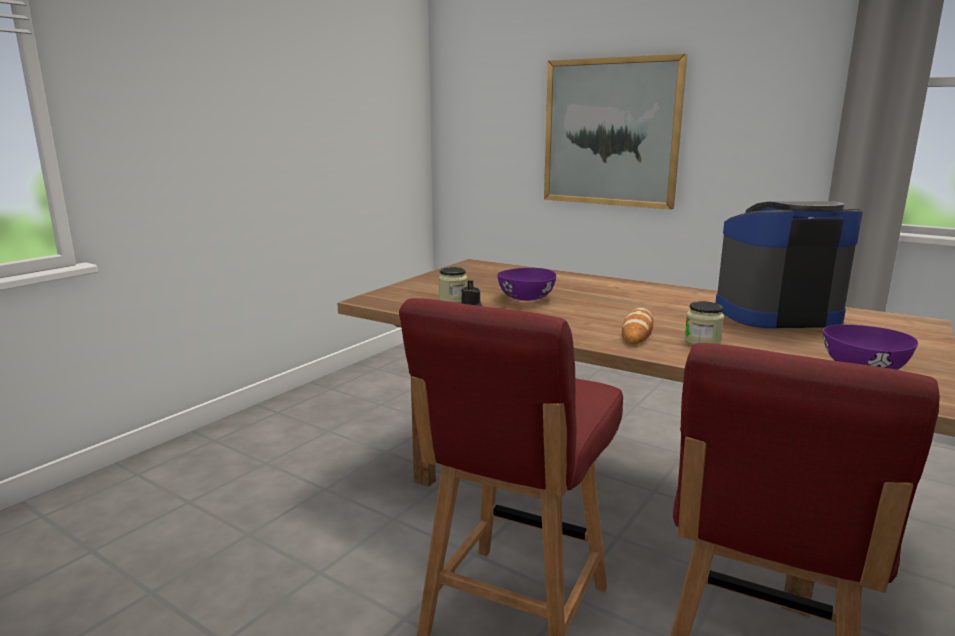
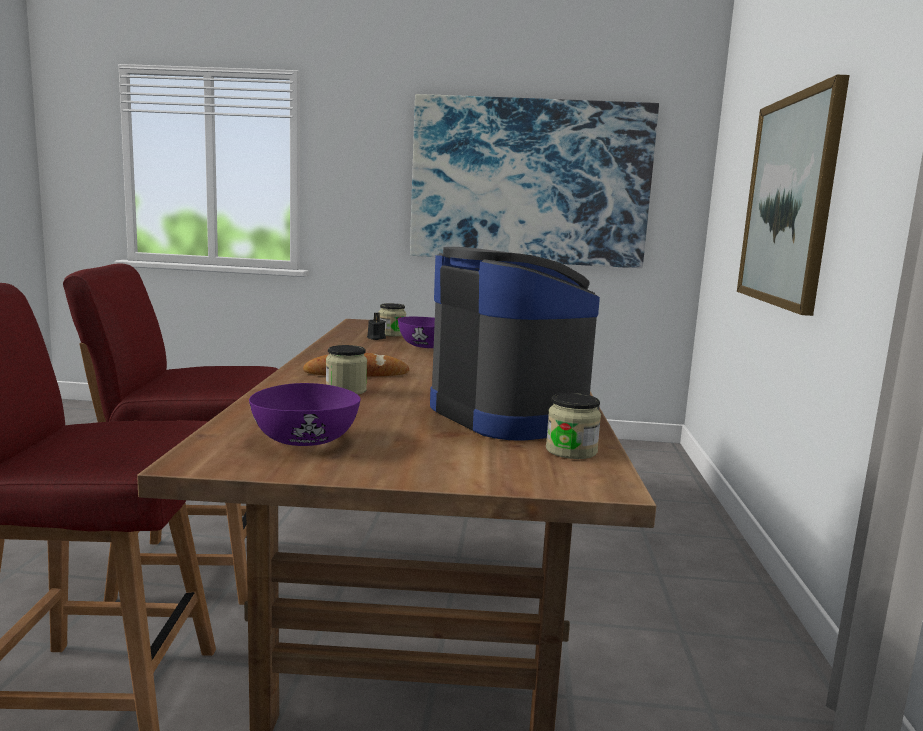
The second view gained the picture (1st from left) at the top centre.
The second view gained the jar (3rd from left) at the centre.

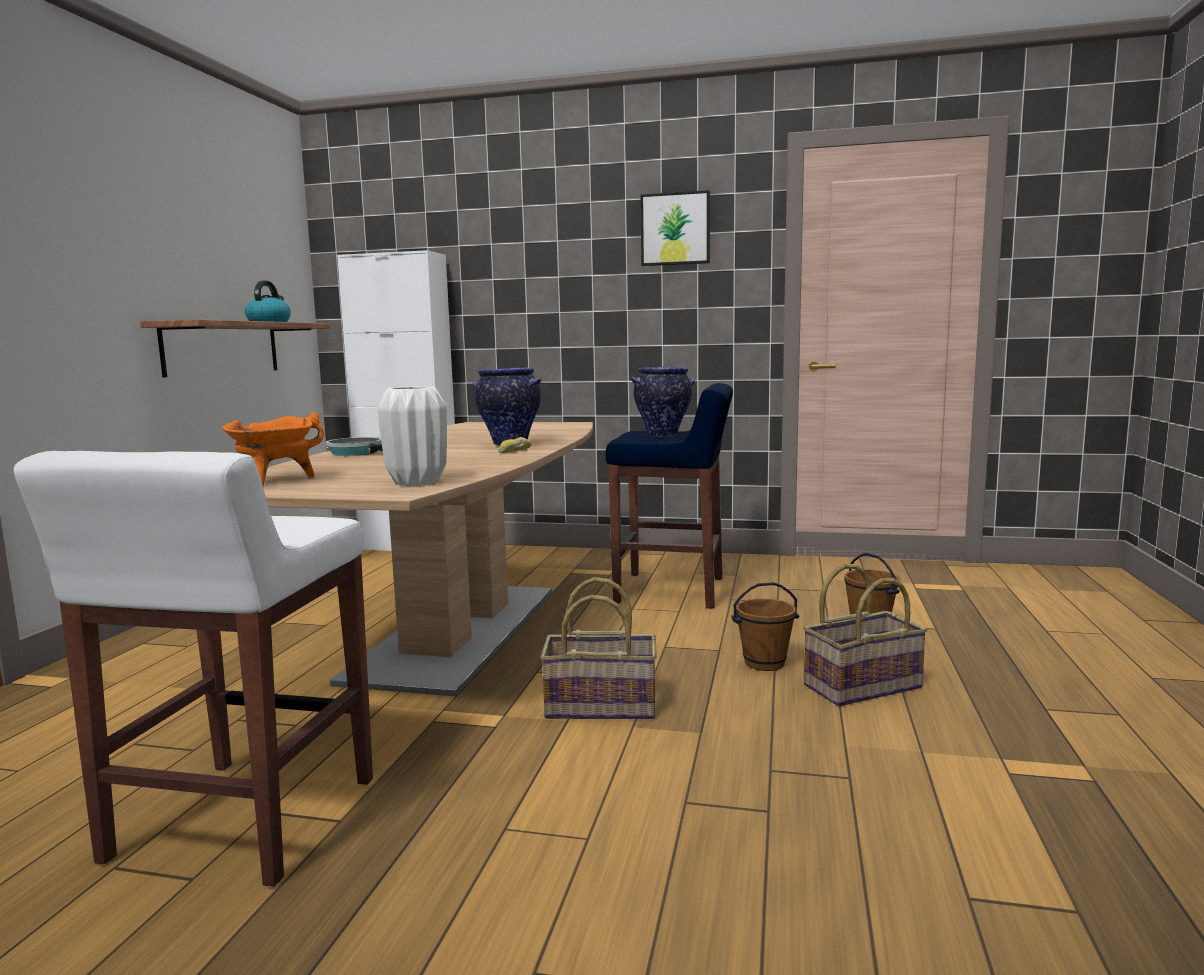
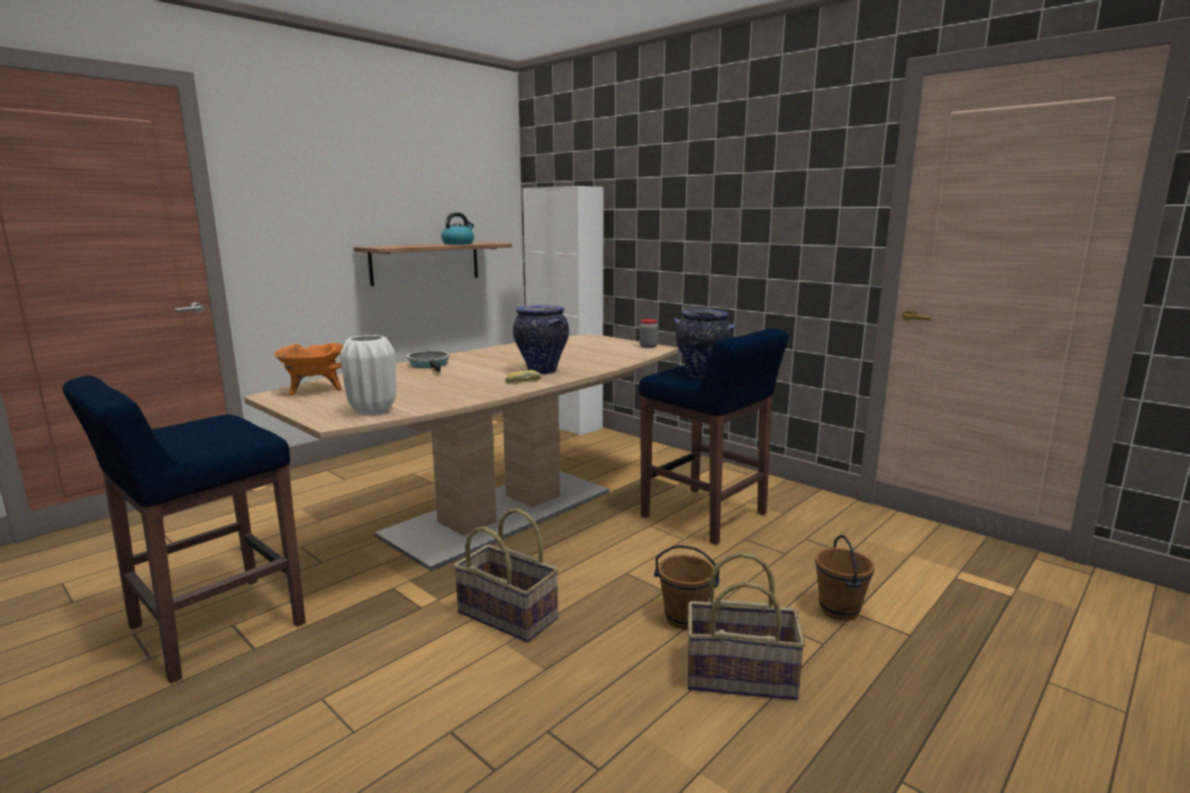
The second view lost the picture at the top centre.
What was the stool (white) at the bottom left turned into the stool (blue) (1st from left) at the bottom left.
The second view gained the jar at the centre.

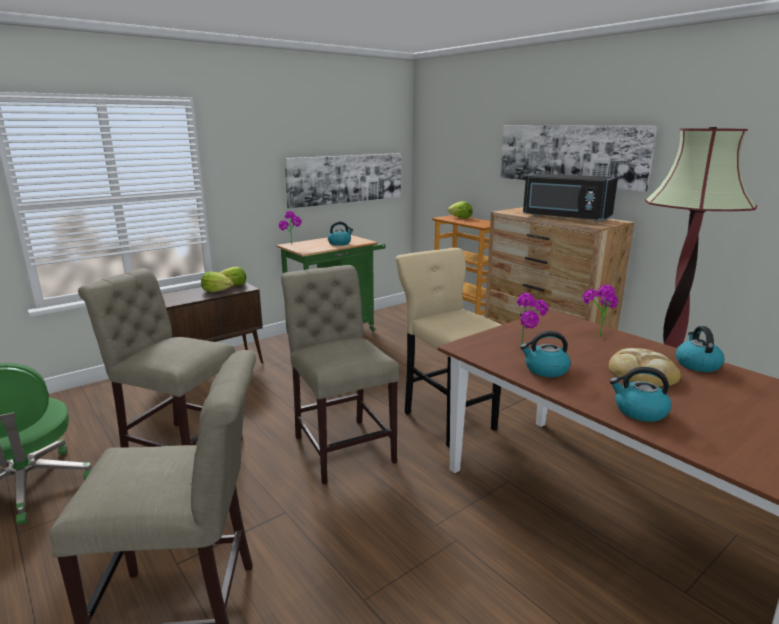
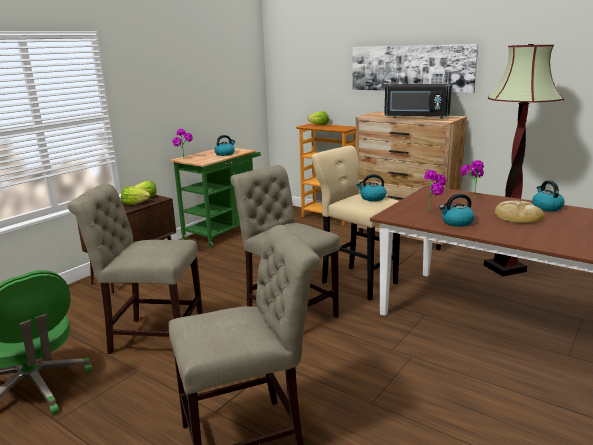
The second view lost the picture (1st from left) at the top centre.
The kettle (3rd from left in the first image) ended up elsewhere, having gone from the middle right to the centre.

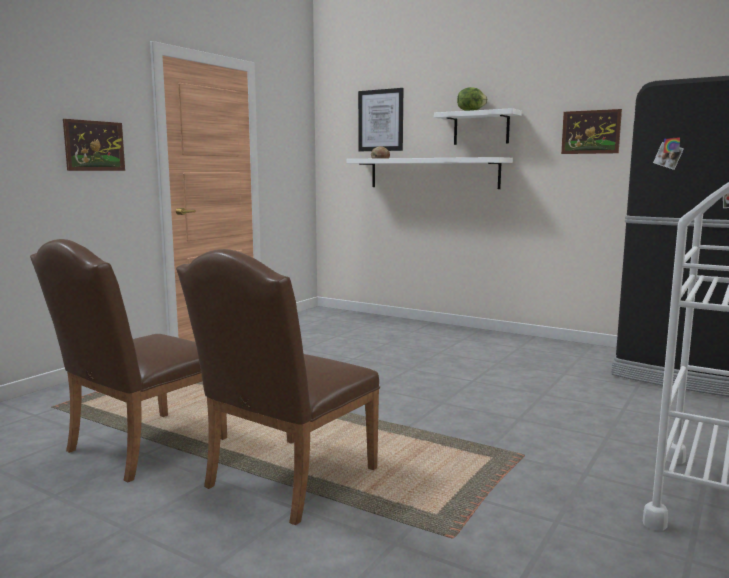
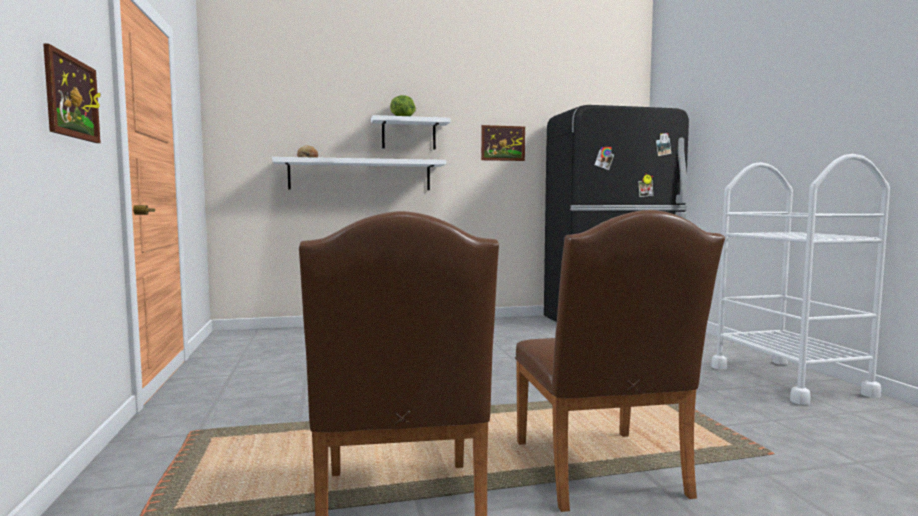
The second view lost the picture (2nd from left) at the top centre.

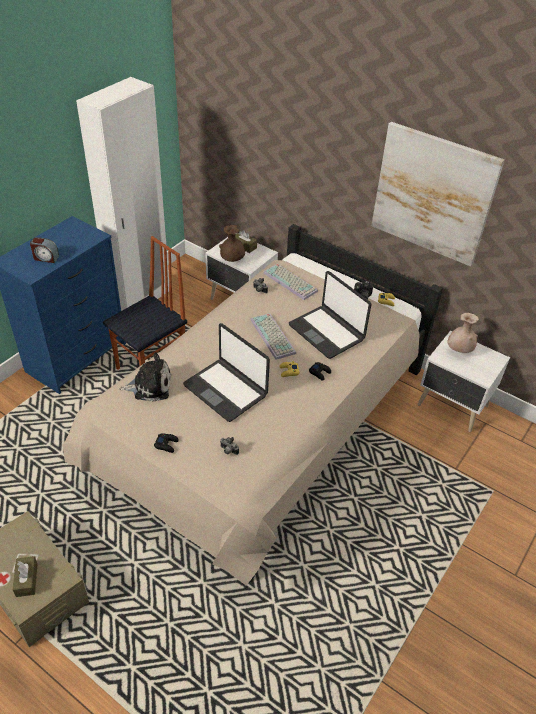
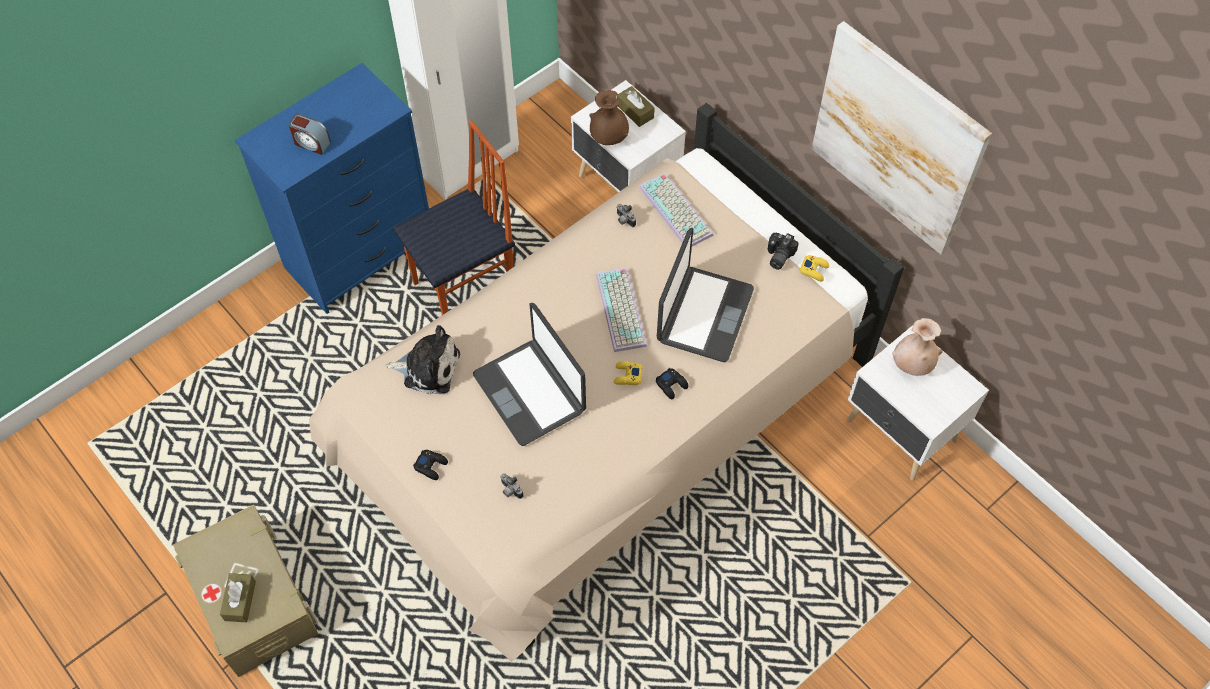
The laptop (2nd from left) at the centre ended up facing another way, 135 degrees counterclockwise from before.

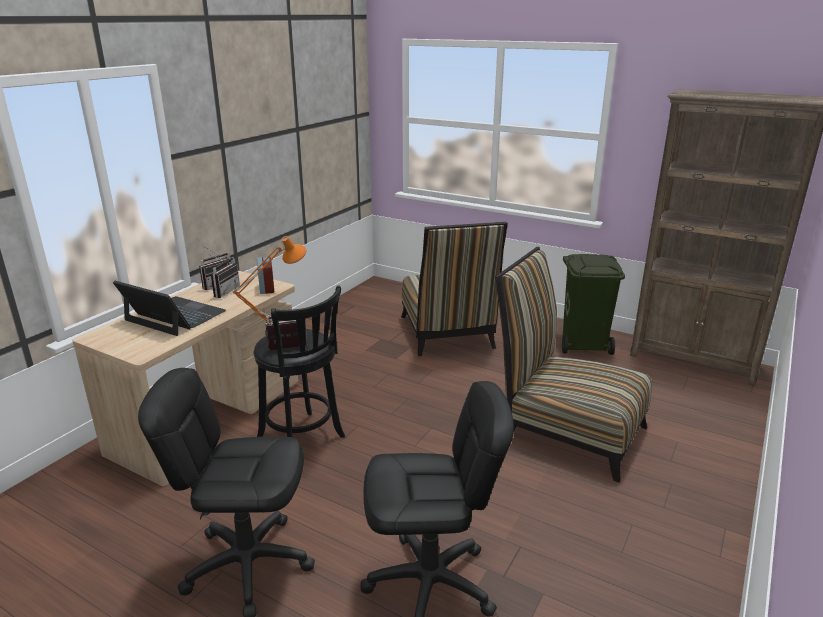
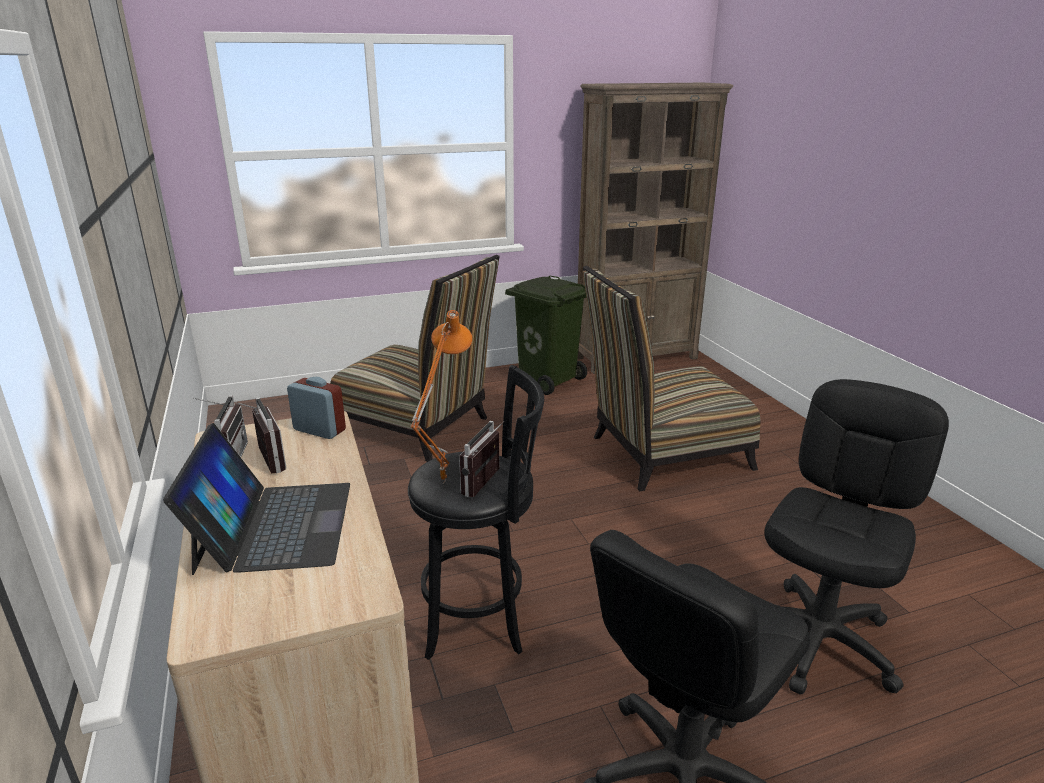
The laptop at the middle left ended up facing another way, 105 degrees clockwise from before.

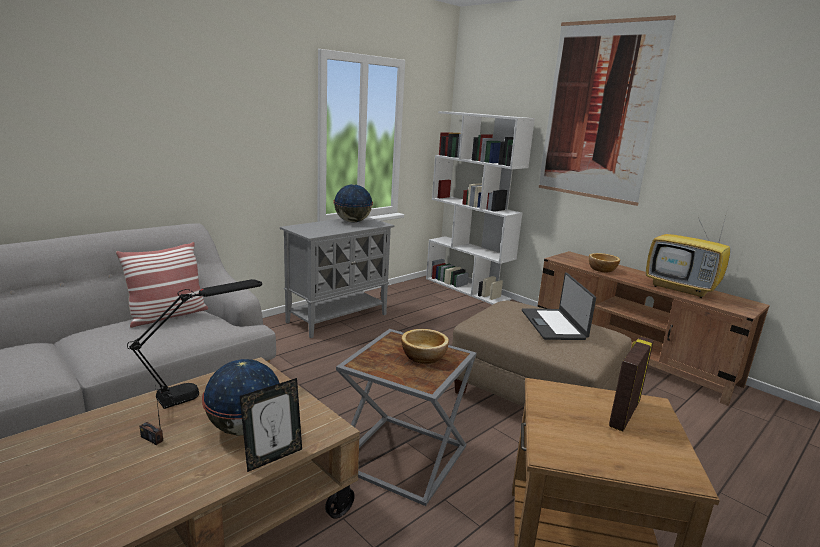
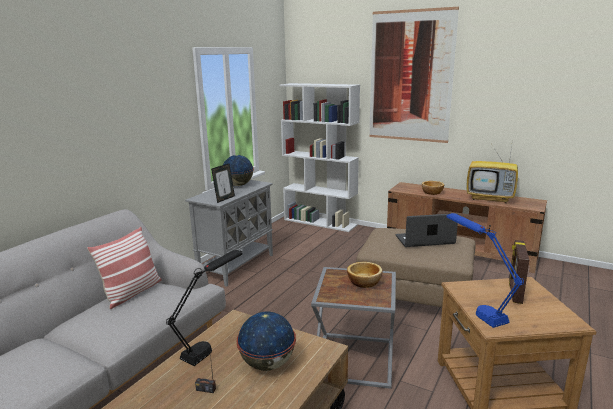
The laptop at the middle right ended up facing another way, 105 degrees clockwise from before.
The picture frame (1st from left) ended up elsewhere, having gone from the bottom left to the centre.
The second view gained the table lamp (blue) at the middle right.

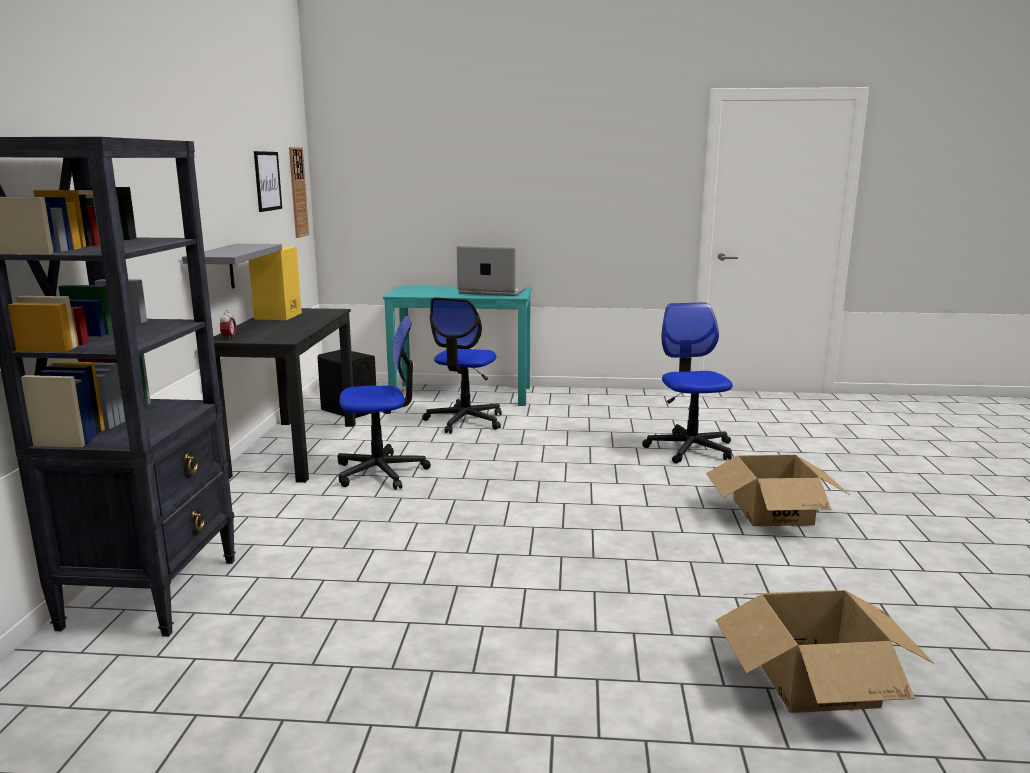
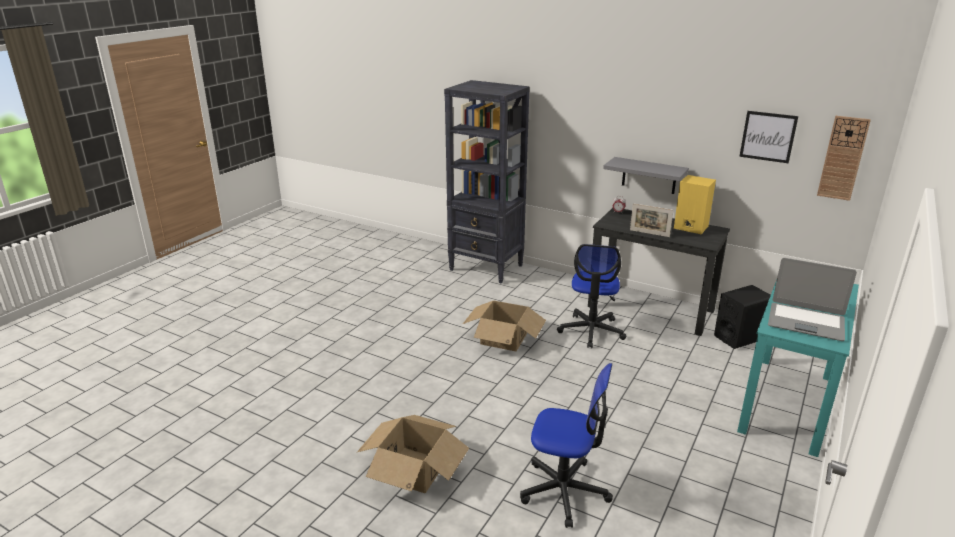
The laptop at the centre ended up facing another way, 75 degrees clockwise from before.
The second view lost the office chair (2nd from left) at the centre.
The cardboard box (2nd from left) ended up elsewhere, having gone from the bottom right to the centre.
The second view gained the picture frame at the middle right.

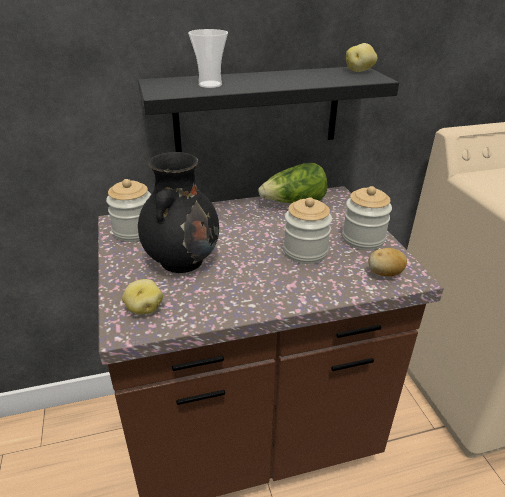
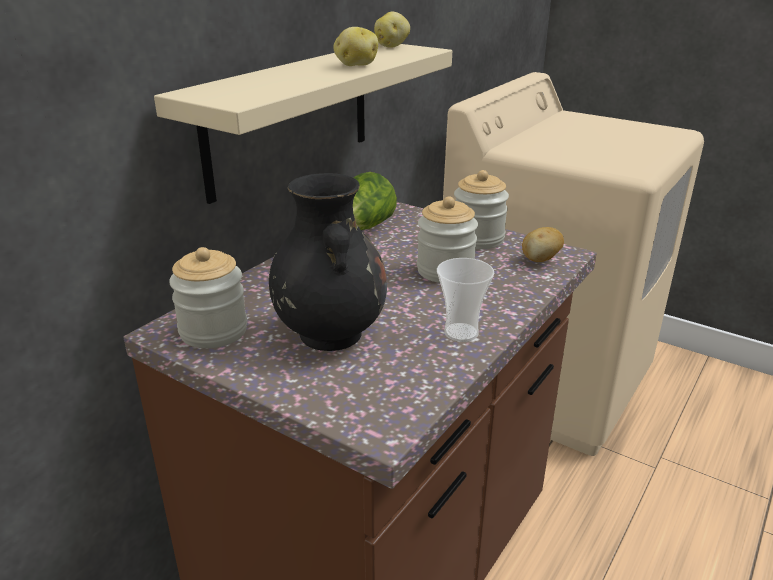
The cup ended up elsewhere, having gone from the top centre to the centre.
What was the shelf (black) at the top centre turned into the shelf (beige) at the top centre.
The potato (1st from left) ended up elsewhere, having gone from the middle left to the top centre.

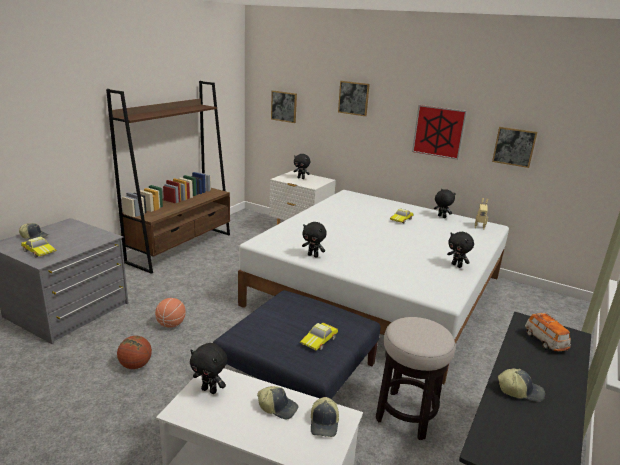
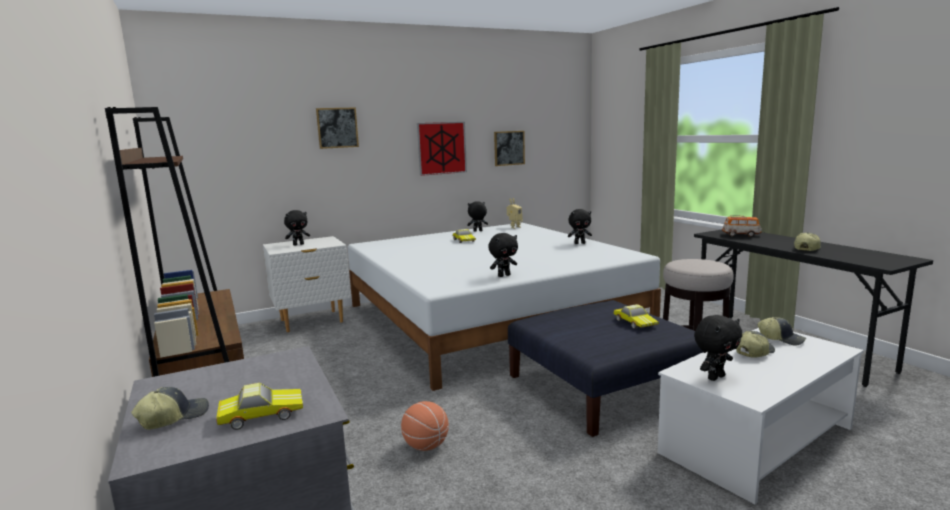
The second view lost the picture (1st from left) at the top centre.
The second view lost the basketball (1st from left) at the bottom left.

